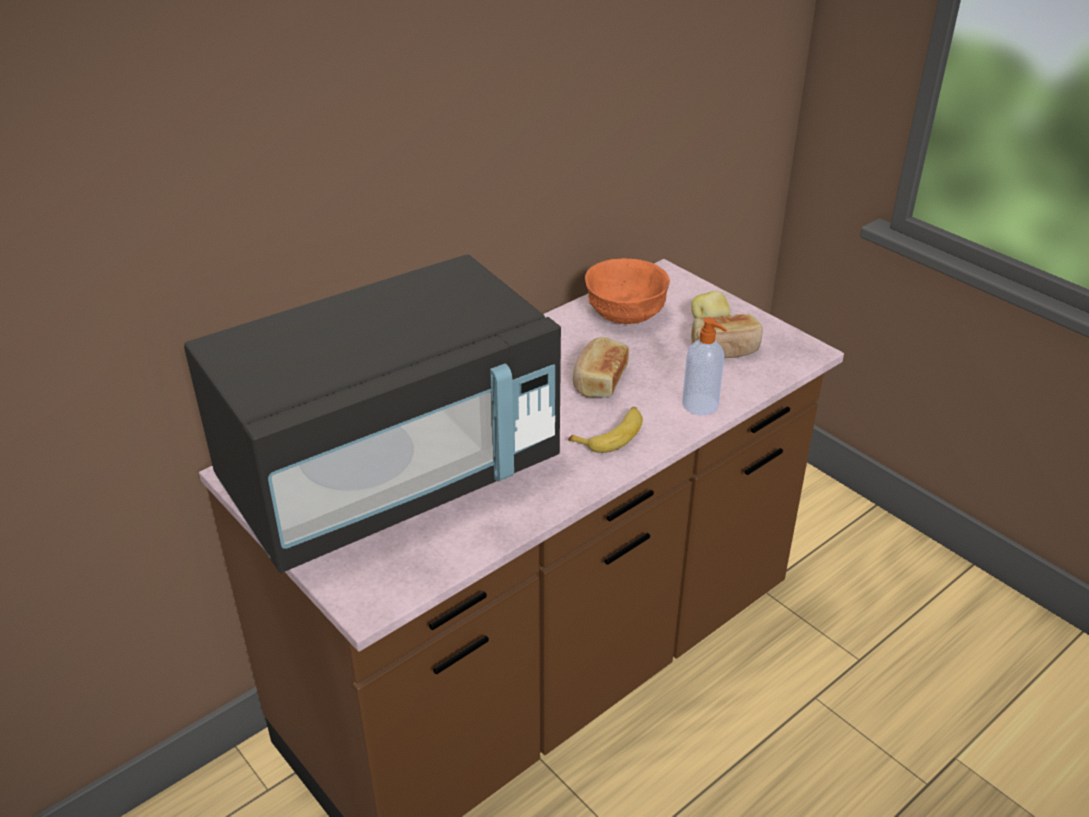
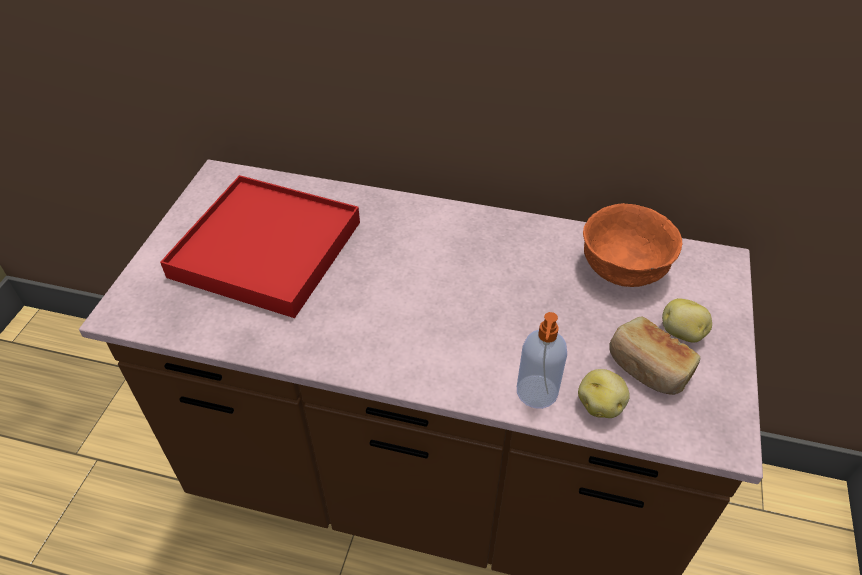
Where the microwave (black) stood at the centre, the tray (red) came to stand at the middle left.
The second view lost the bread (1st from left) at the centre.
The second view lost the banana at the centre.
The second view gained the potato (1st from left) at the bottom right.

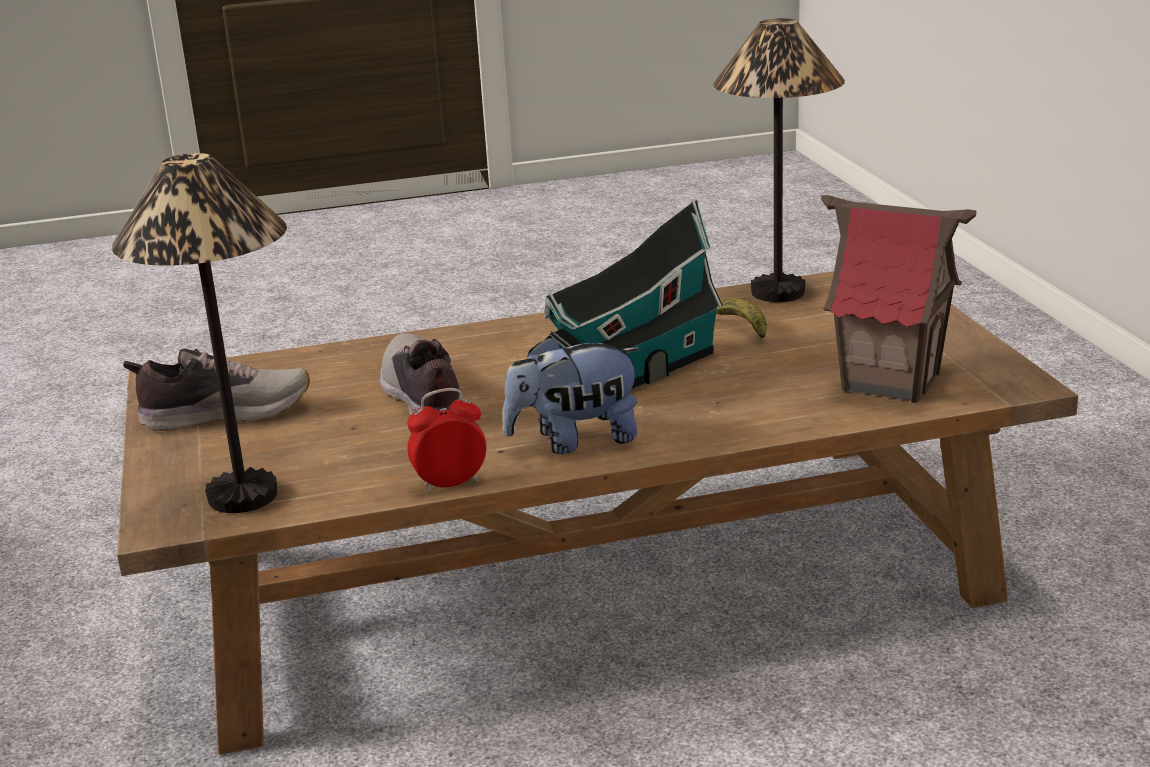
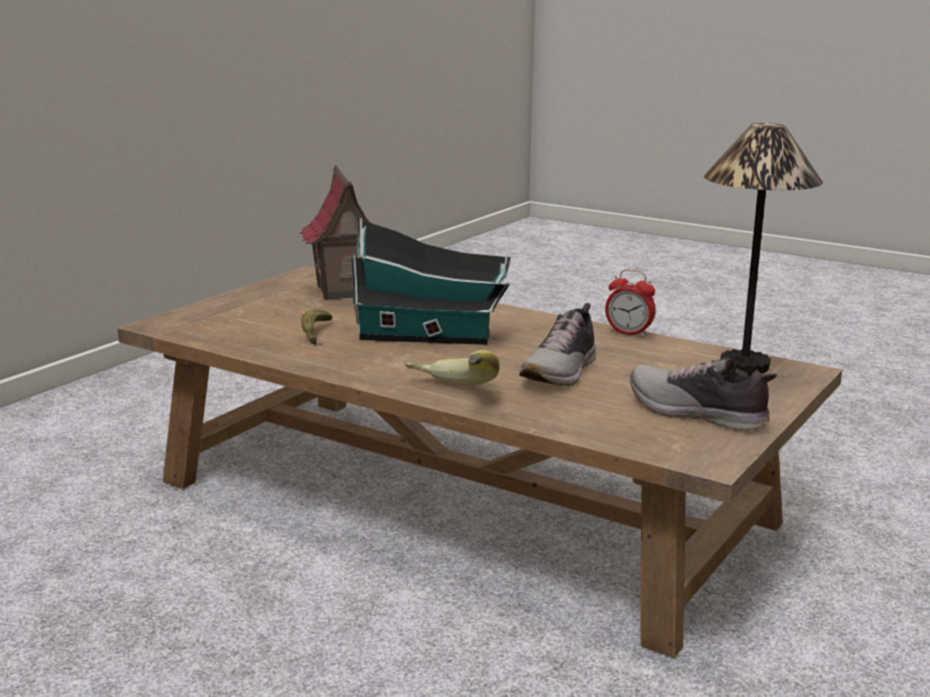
The second view lost the table lamp (2nd from left) at the top right.
The second view lost the plush toy at the centre.
The second view gained the banana (2nd from left) at the centre.

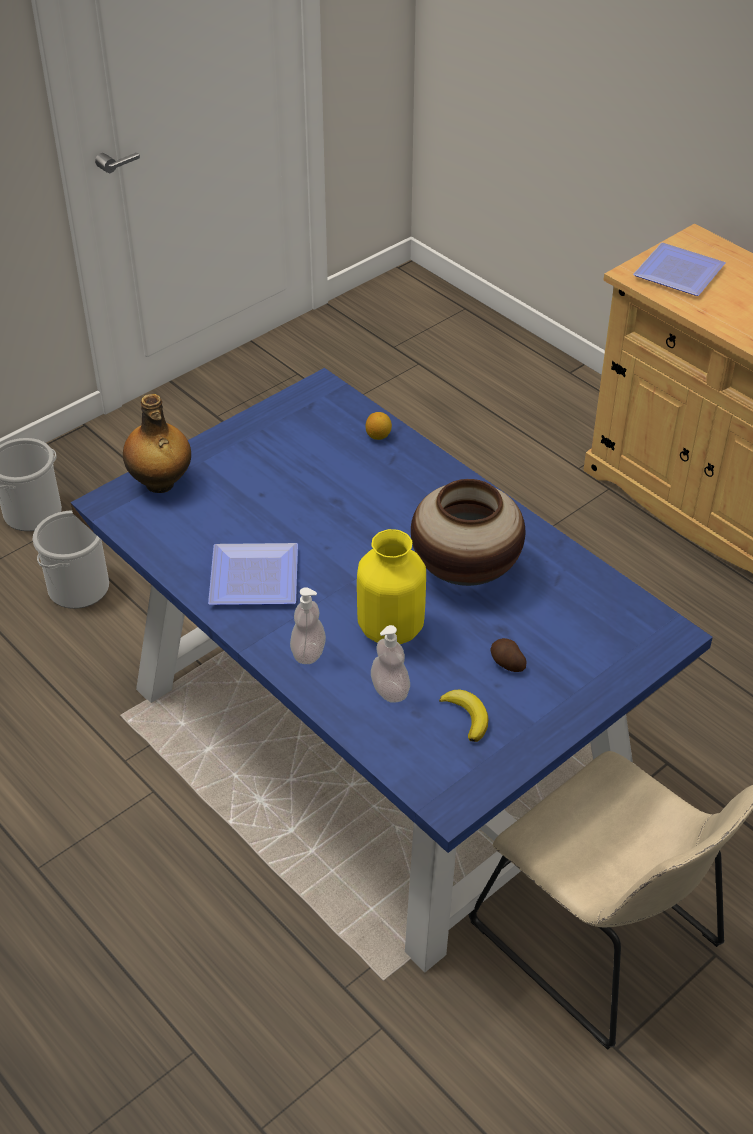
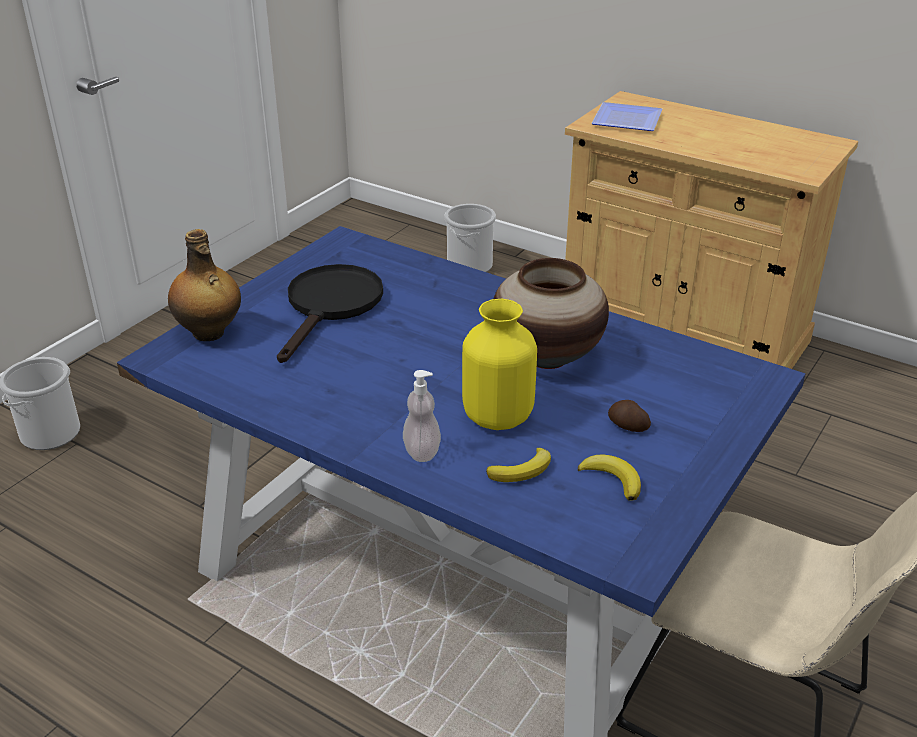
The second view lost the lemon at the centre.
The bucket (2nd from left) ended up elsewhere, having gone from the middle left to the top centre.
The second view lost the plate (1st from left) at the centre.
Where the soap dispenser (2nd from left) stood at the centre, the banana (1st from left) came to stand at the centre.
The second view gained the frying pan (black) at the centre.

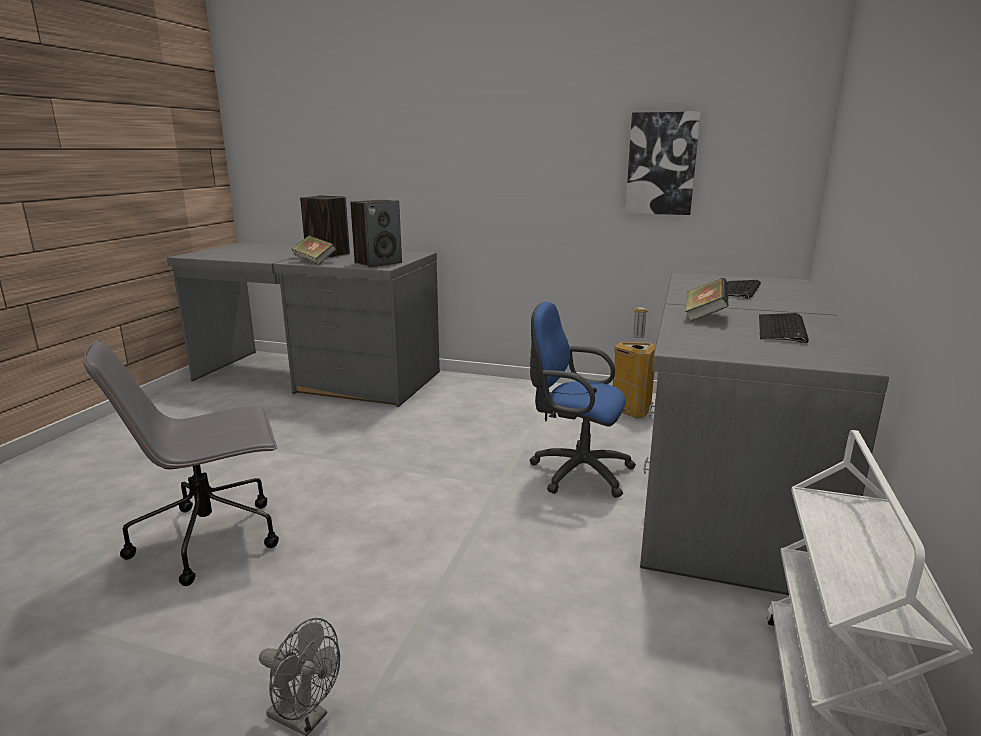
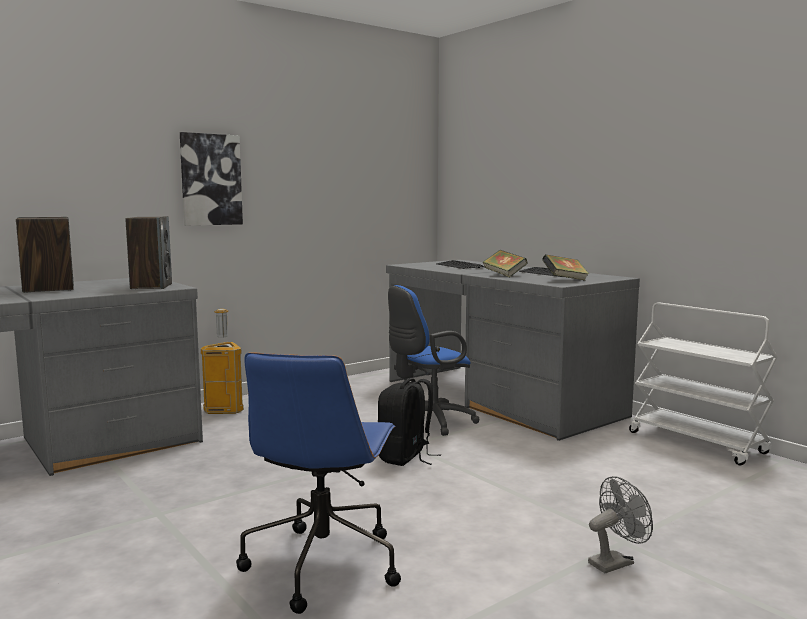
The picture ended up elsewhere, having gone from the top right to the top left.
The book (1st from left in the first image) ended up elsewhere, having gone from the middle left to the middle right.
The trash can ended up elsewhere, having gone from the centre to the middle left.
What was the office chair (grey) at the middle left turned into the office chair (blue) (1st from left) at the bottom centre.
The second view gained the backpack (black) at the bottom centre.

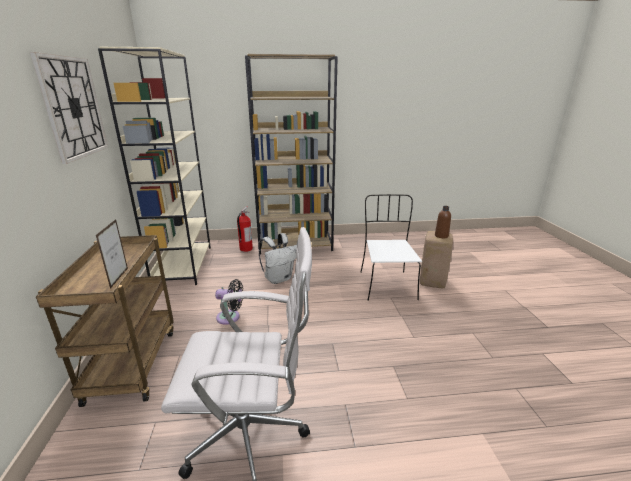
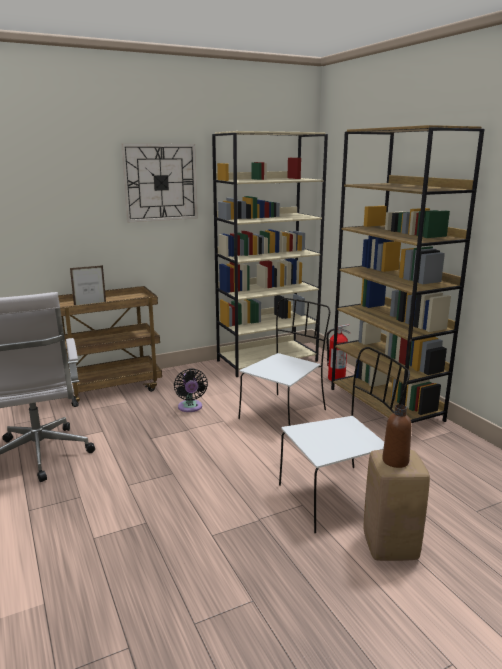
Where the backpack (white) stood at the centre, the chair (white) (1st from left) came to stand at the centre.

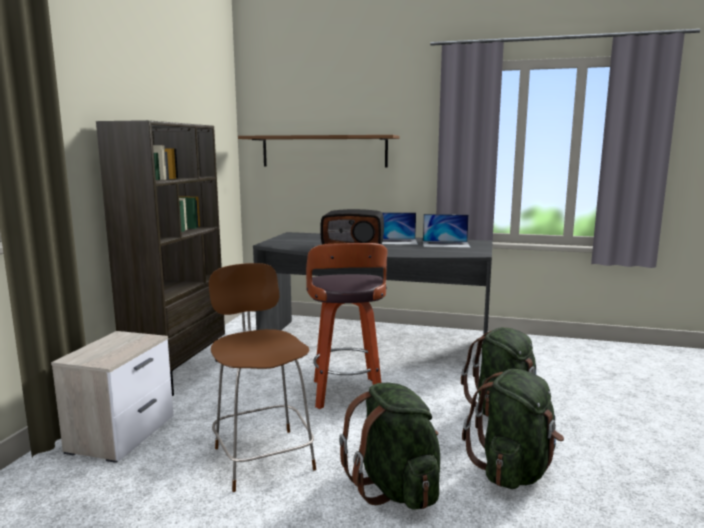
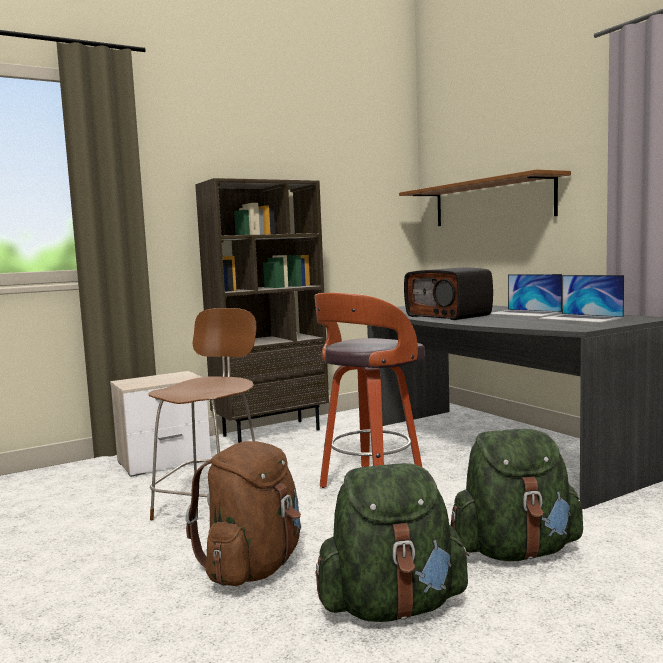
What was the backpack (green) (1st from left) at the bottom centre turned into the backpack (brown) at the bottom centre.

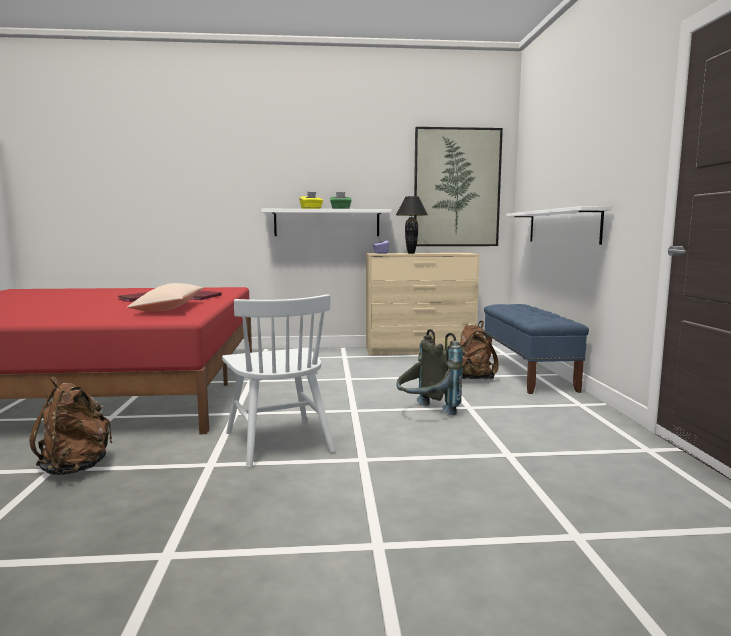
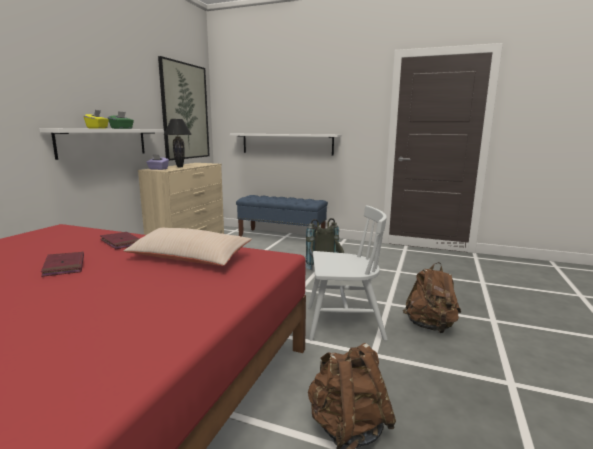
The backpack (brown) (2nd from left) ended up elsewhere, having gone from the centre to the middle right.

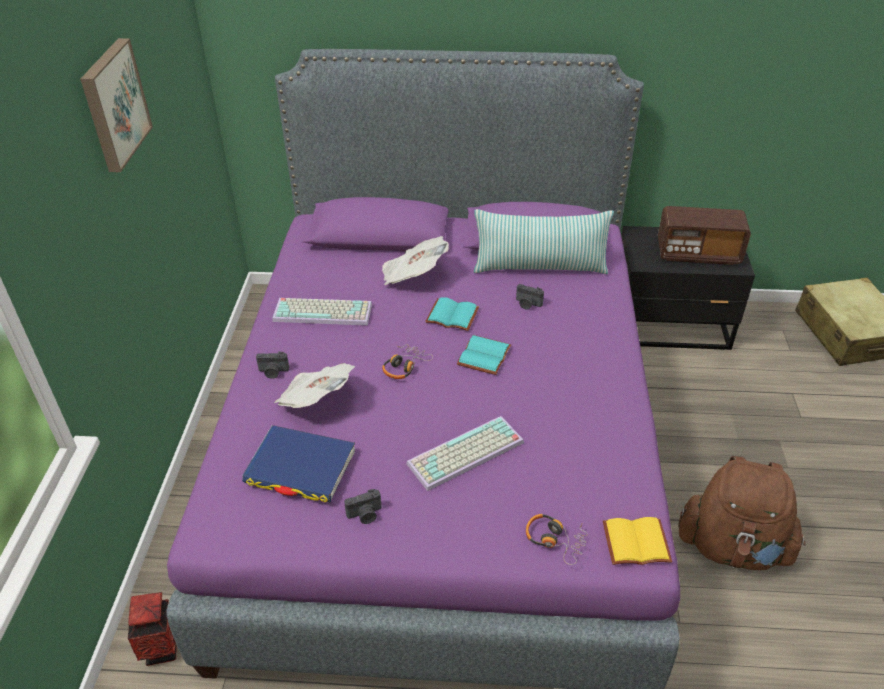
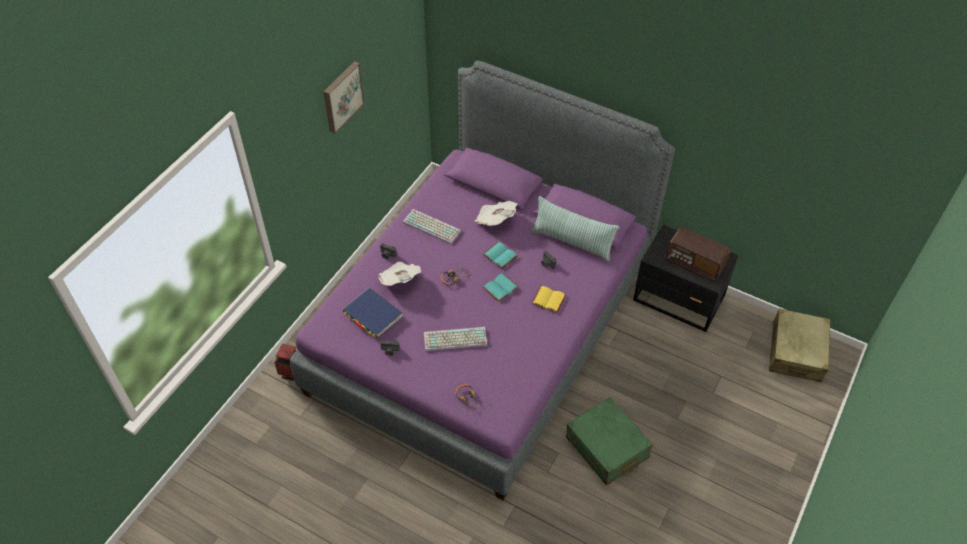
Where the backpack (brown) stood at the bottom right, the suitcase (green) came to stand at the bottom centre.
The book (yellow) ended up elsewhere, having gone from the bottom right to the centre.

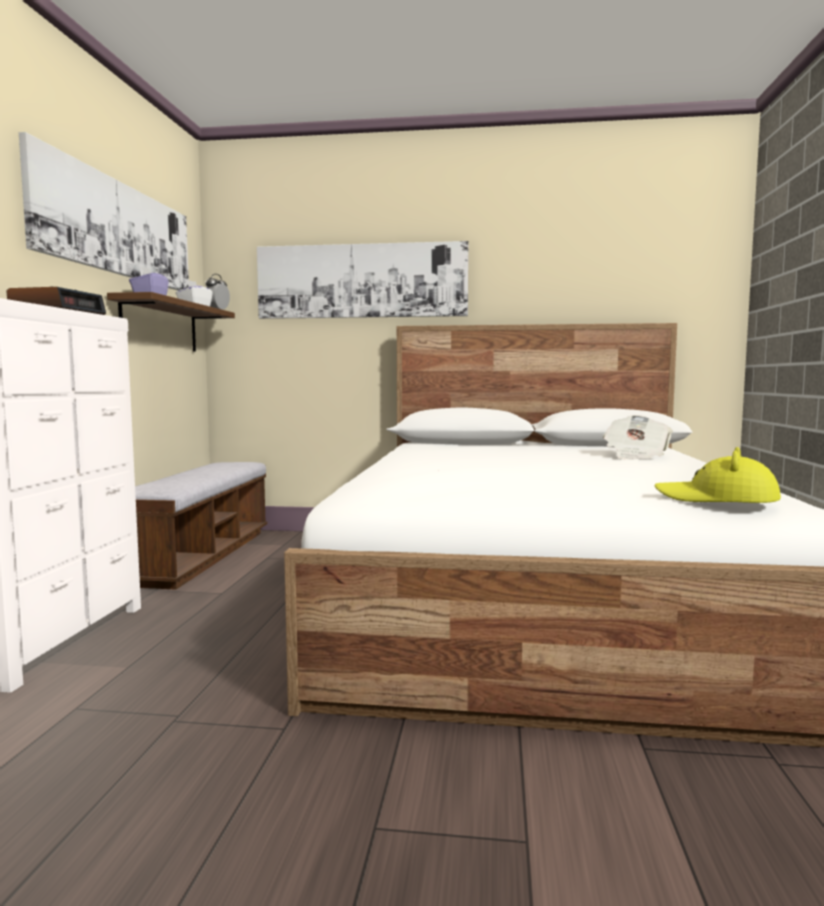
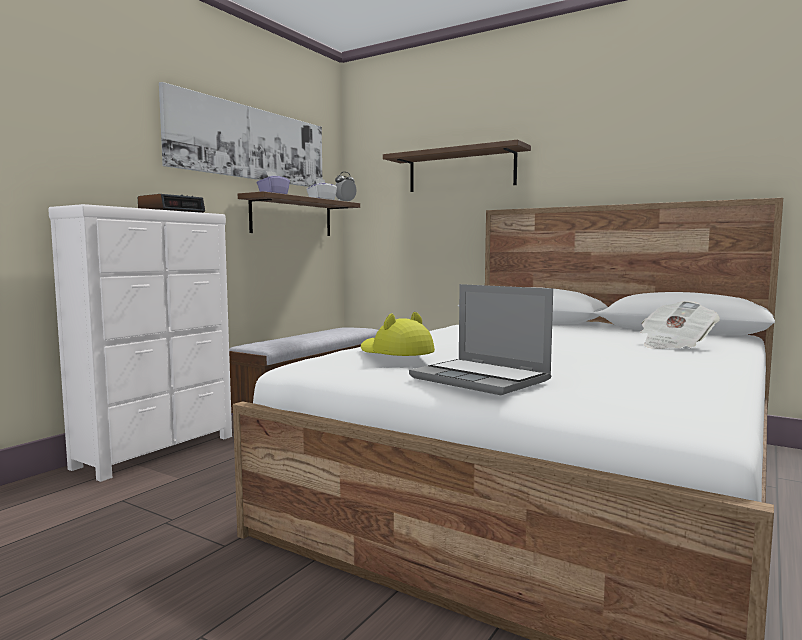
Where the picture (2nd from left) hung at the top centre, the shelf (brown) (2nd from left) came to hang at the top centre.
The hat (yellow) ended up elsewhere, having gone from the middle right to the centre.
The second view gained the laptop at the centre.

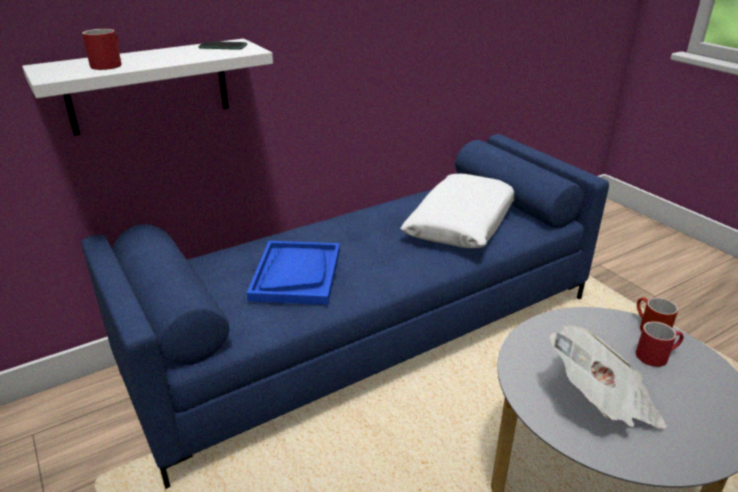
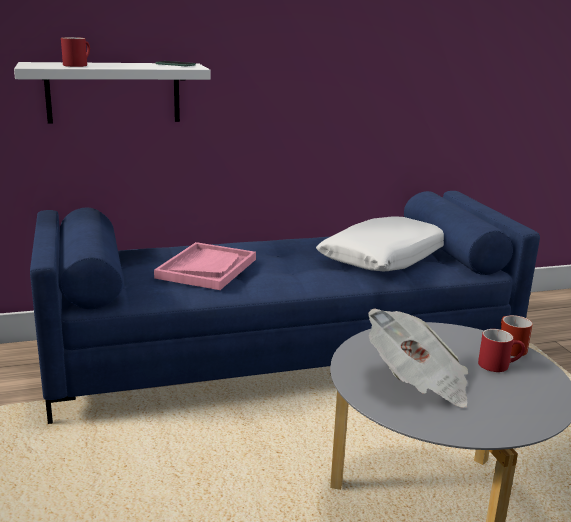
What was the tray (blue) at the centre turned into the tray (pink) at the centre.

